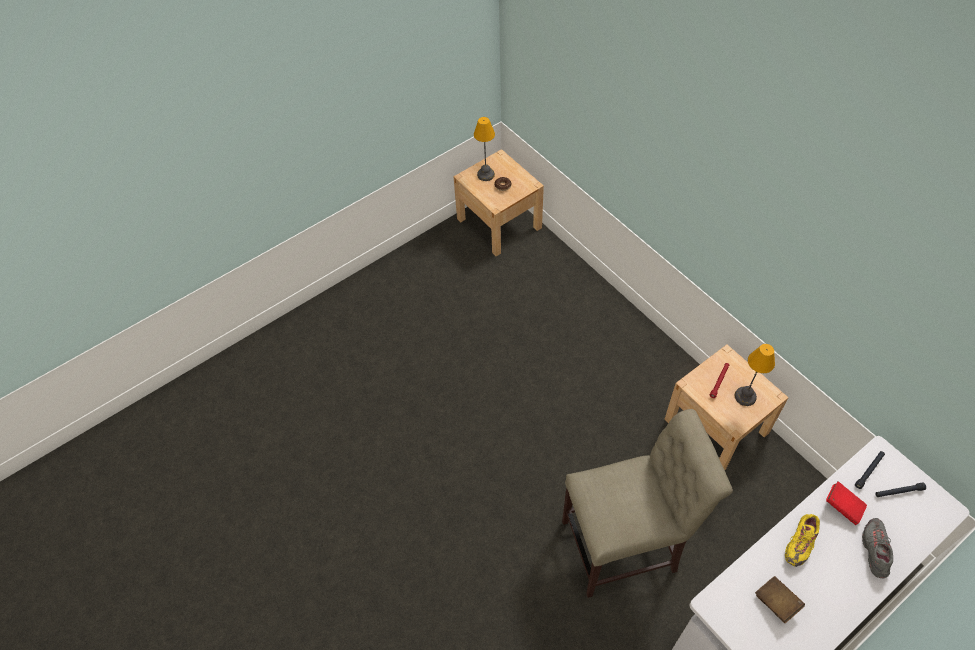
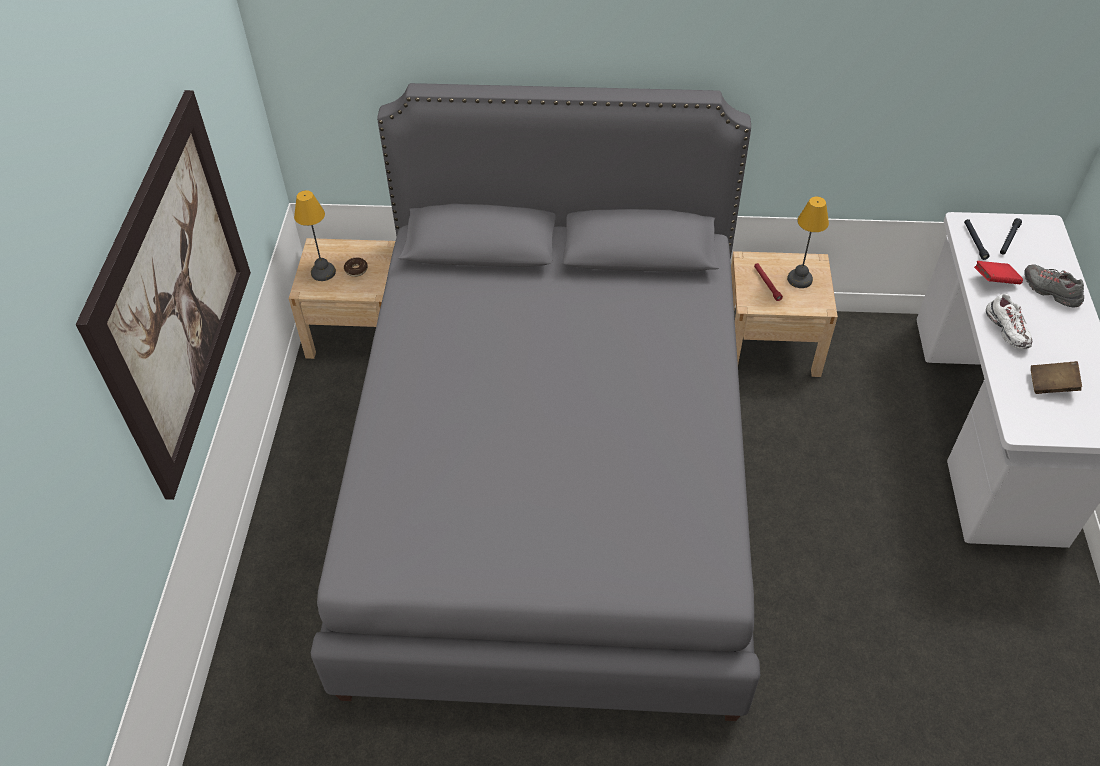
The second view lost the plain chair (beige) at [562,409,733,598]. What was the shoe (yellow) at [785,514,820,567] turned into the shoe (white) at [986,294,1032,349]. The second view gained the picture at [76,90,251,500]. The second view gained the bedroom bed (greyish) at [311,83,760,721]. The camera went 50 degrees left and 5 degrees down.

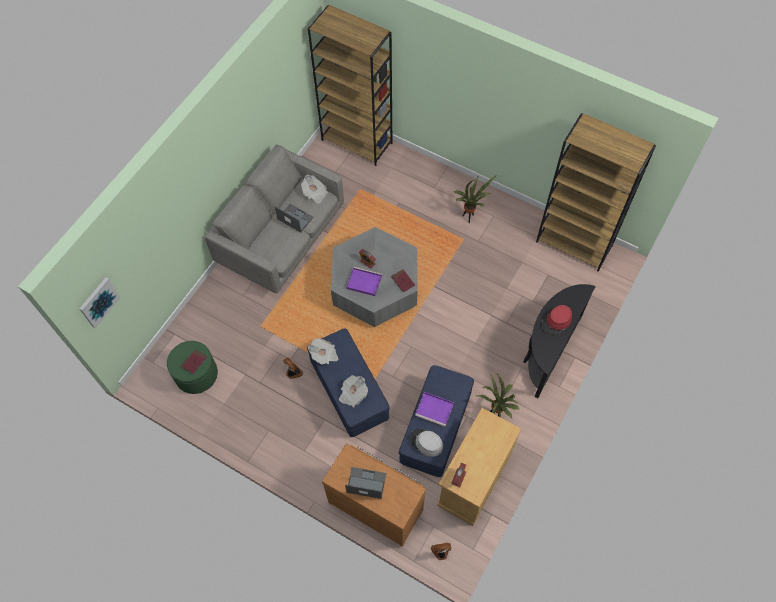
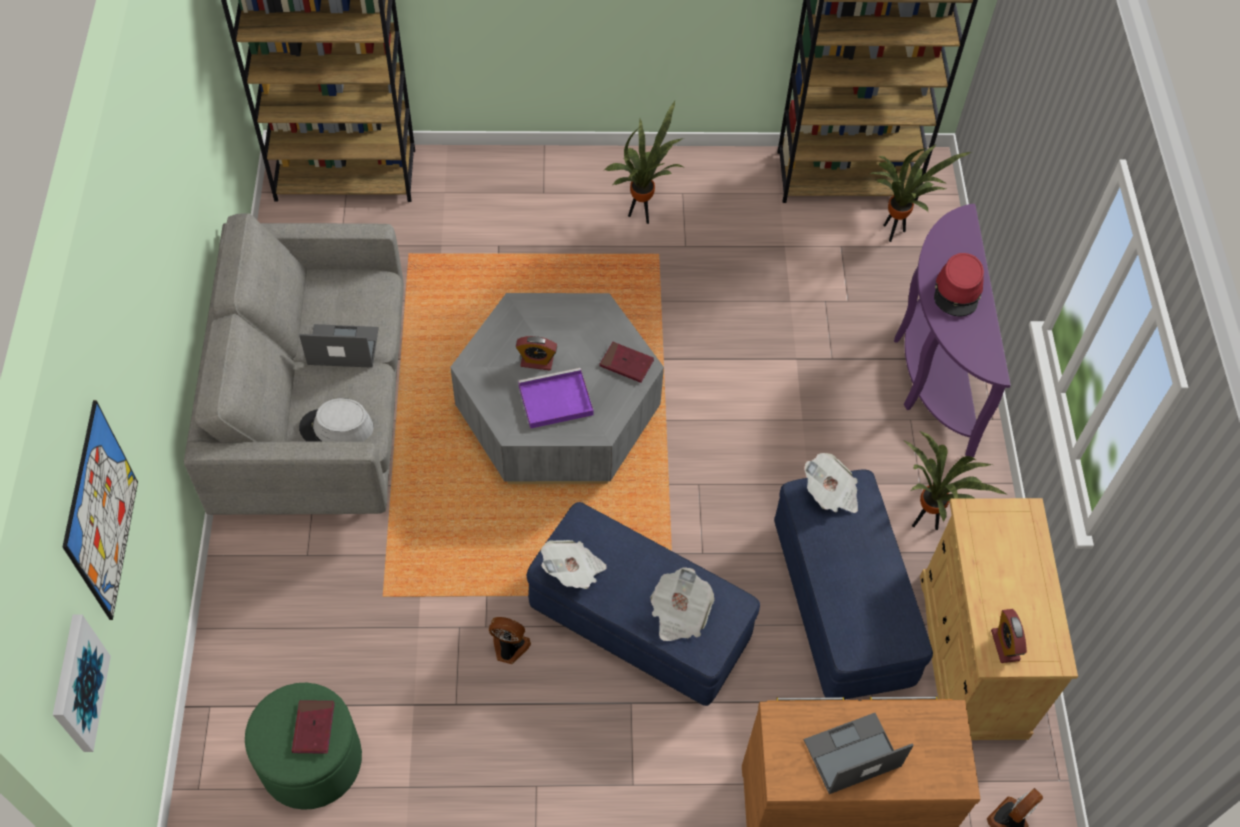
The printed paper ended up elsewhere, having gone from [301,175,328,204] to [805,453,858,513]. The clothing hat (greyish) ended up elsewhere, having gone from [409,429,443,457] to [299,398,374,442]. The second view lost the tray (purple) at [415,392,454,427]. What was the narrow table (black) at [523,284,596,398] turned into the narrow table (purple) at [894,204,1011,457]. The second view gained the picture at [63,400,138,620]. The second view gained the potted plant at [869,145,971,242]. The camera went 35 degrees left and 5 degrees down.

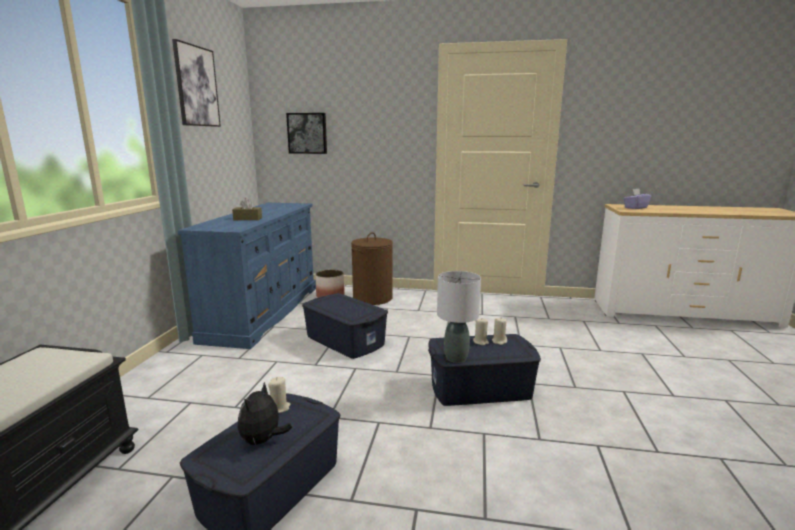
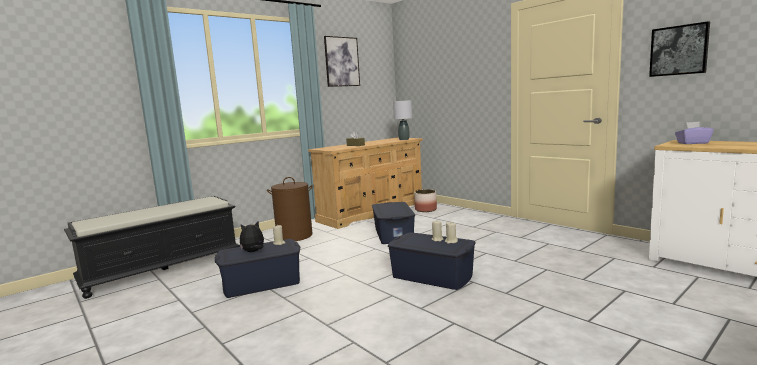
What was the drawer chest (blue) at [178,203,316,349] turned into the drawer chest (beige) at [308,138,422,229]. The picture ended up elsewhere, having gone from [286,113,327,154] to [649,21,710,77]. The laundry basket (brown-coloured) ended up elsewhere, having gone from [351,232,393,305] to [267,177,313,241]. The table lamp (greyish) ended up elsewhere, having gone from [437,271,481,363] to [393,100,412,140]. The camera went 40 degrees right and 5 degrees down.

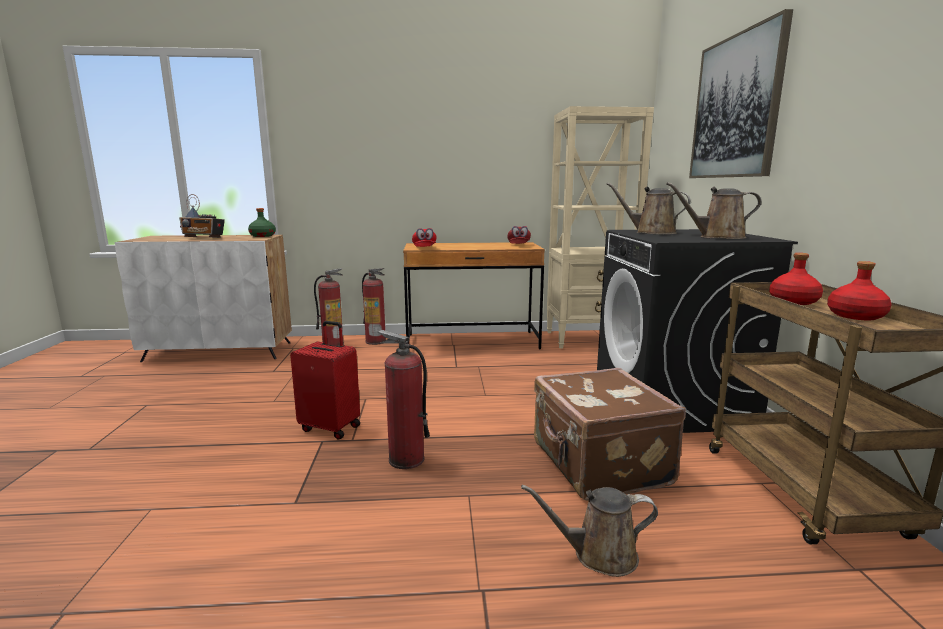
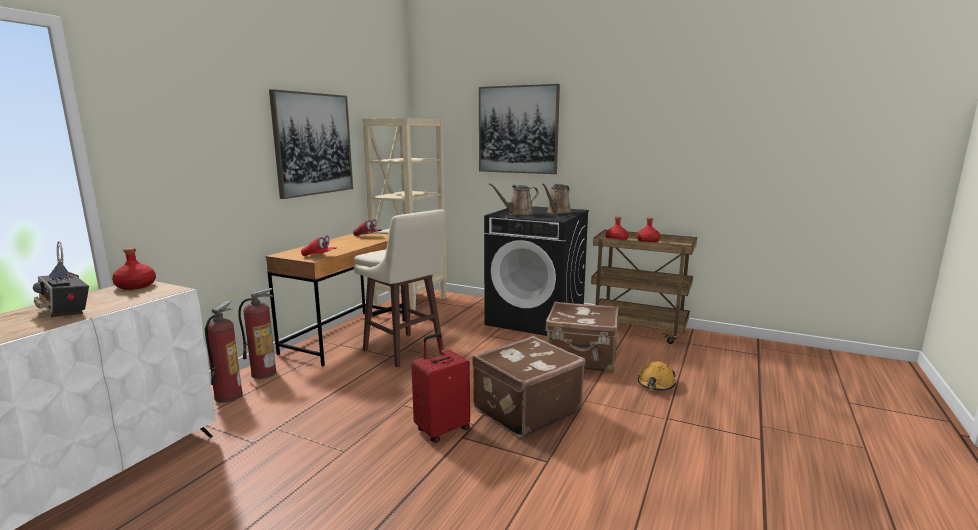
The radio at [179,194,225,238] ended up facing another way, 90 degrees clockwise from before. What was the drink bottle (green-coloured) at [248,208,276,237] turned into the drink bottle (red-coloured) at [112,248,156,290]. Where the extinguisher stood at [378,330,430,469], the travel case (brown-coloured) came to stand at [472,336,585,439]. Where the watering pot (brown-coloured) stood at [521,485,658,577], the hard hat (orange) came to stand at [638,361,676,391]. The second view gained the picture at [269,89,353,199]. The second view gained the stool seat (beige) at [354,209,445,367]. The camera went 60 degrees left and 0 degrees up.

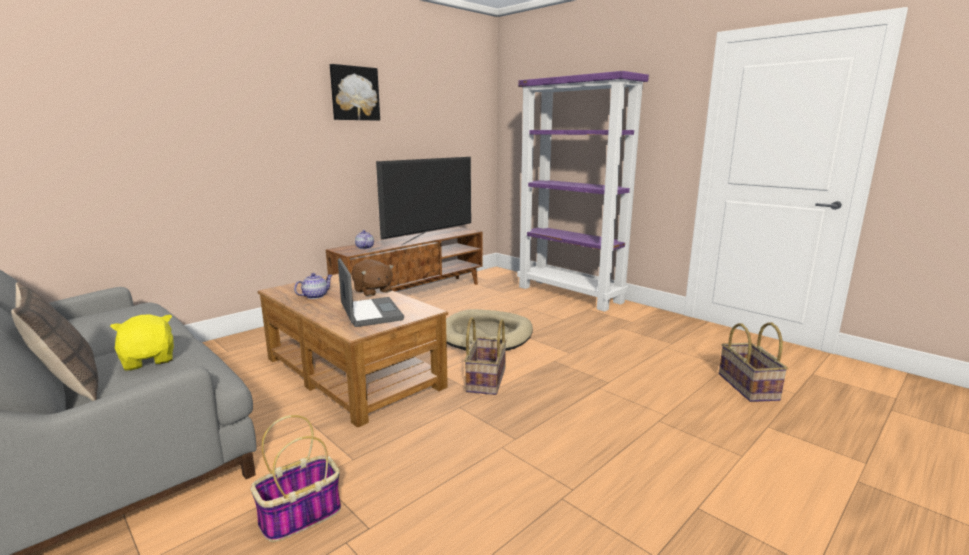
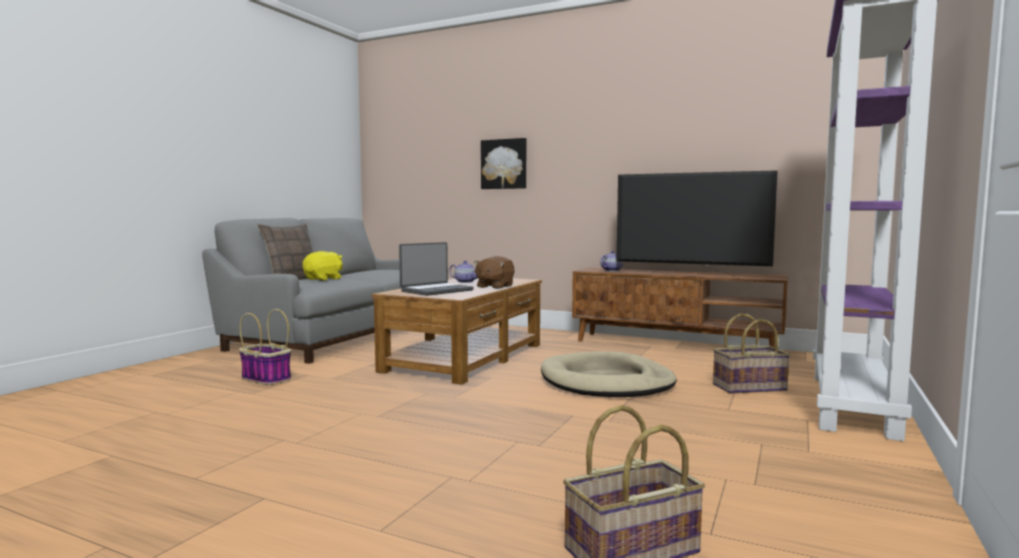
The picture ended up elsewhere, having gone from [330,64,380,121] to [481,138,526,189]. The basket ended up elsewhere, having gone from [464,317,507,395] to [713,313,791,394]. The camera went 70 degrees right and 10 degrees down.

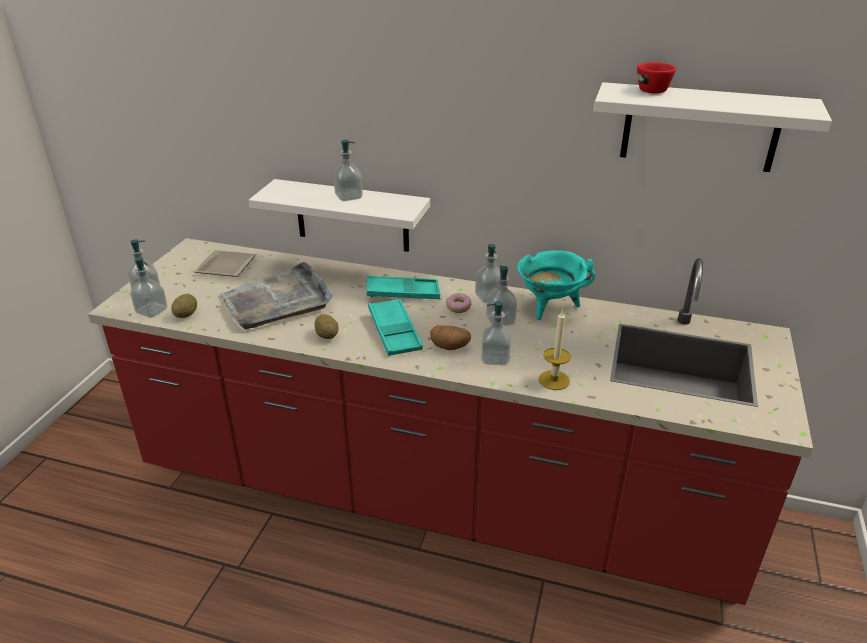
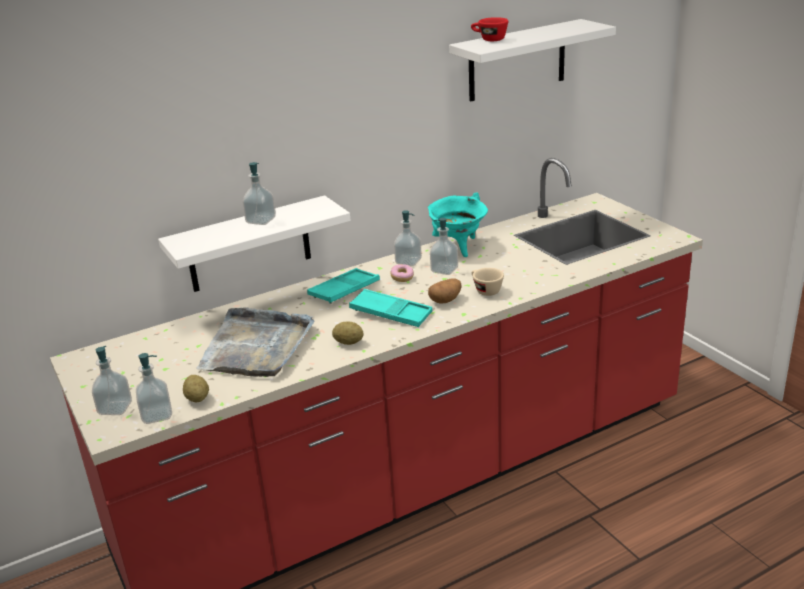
The second view lost the flat dish at [194,250,256,277]. Where the soap bottle stood at [481,301,511,365], the small cup (beige) came to stand at [472,268,504,296]. The second view lost the candle at [539,309,571,390]. The camera went 45 degrees left and 5 degrees down.

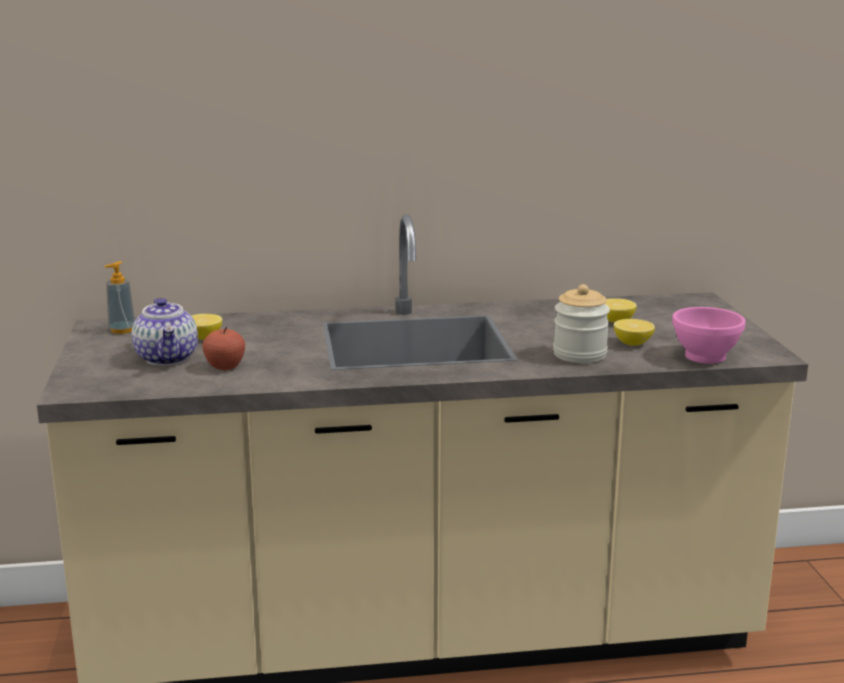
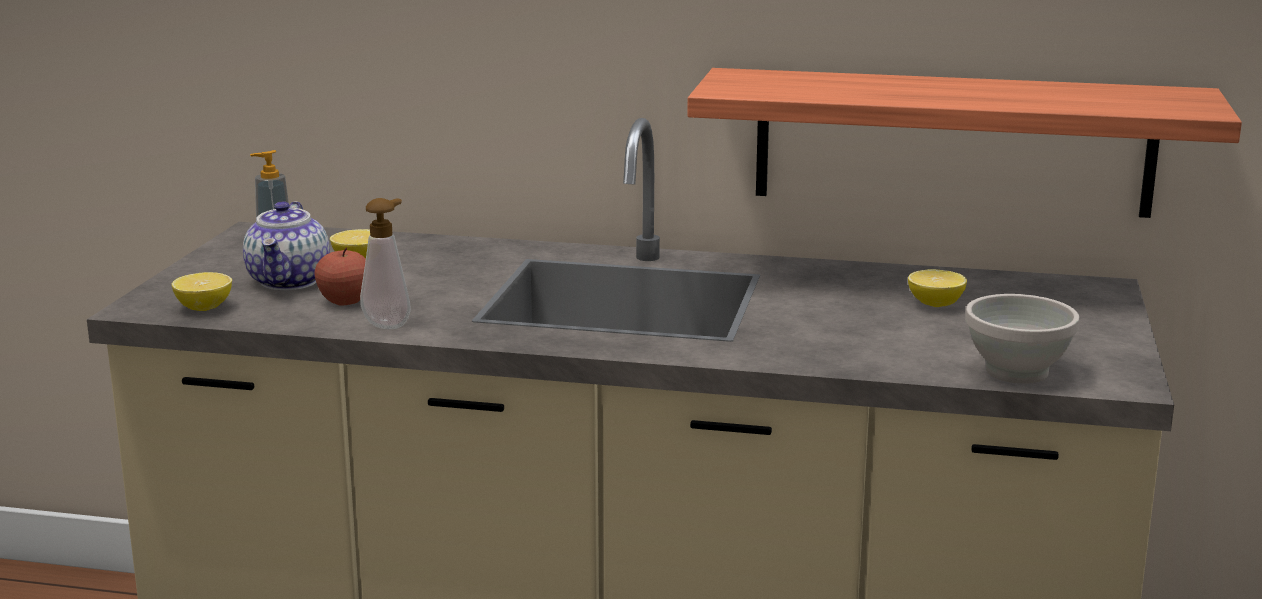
The second view lost the jar at [553,284,610,363]. The whole lemon ended up elsewhere, having gone from [614,319,655,346] to [172,272,232,311]. What was the deep dish (pinkish) at [672,307,746,364] turned into the deep dish (white) at [965,294,1079,384]. The second view gained the soap bottle at [360,198,411,329]. The second view gained the wall shelf at [687,68,1242,218]. The camera went 20 degrees right and 0 degrees up.

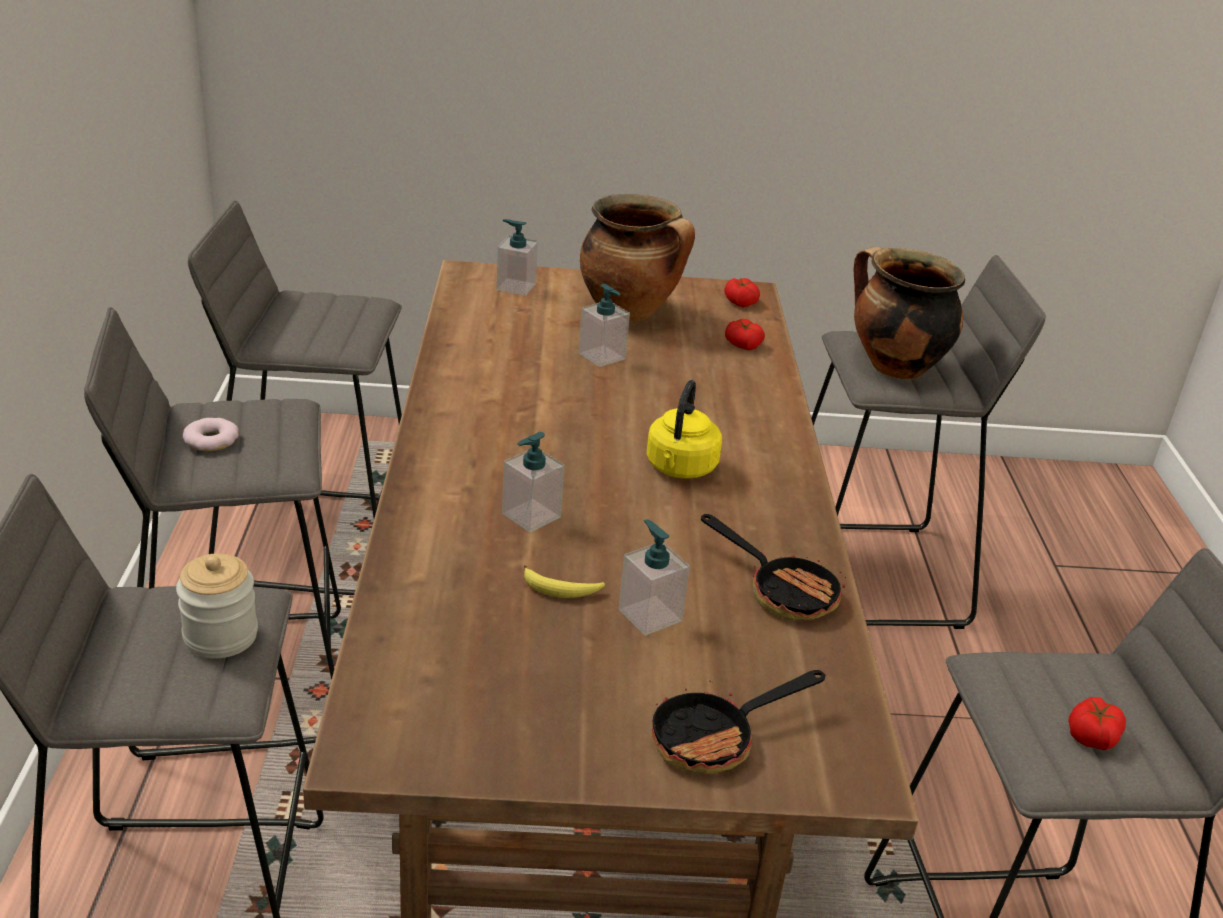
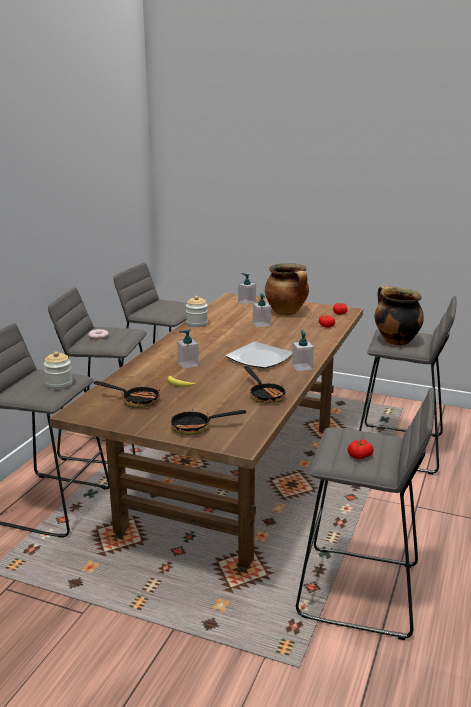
The soap bottle ended up elsewhere, having gone from [619,519,690,635] to [292,330,314,371]. Where the tea kettle (yellow) stood at [646,380,722,479], the flat dish came to stand at [226,341,292,368]. The second view gained the skillet at [93,381,160,408]. The second view gained the jar at [186,296,208,327]. The camera went 25 degrees right and 10 degrees down.

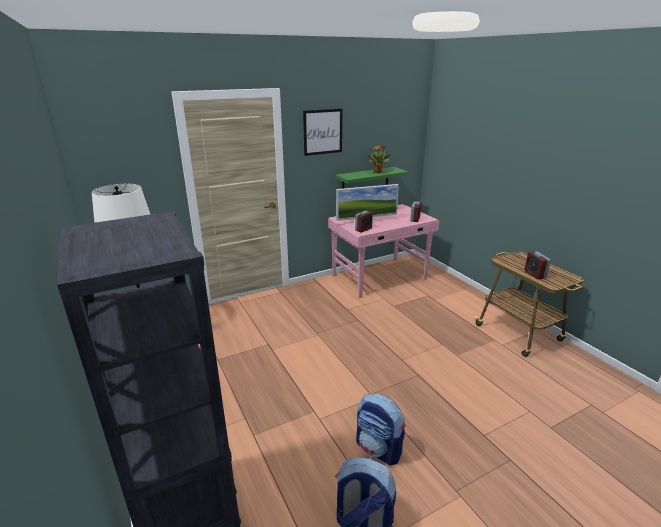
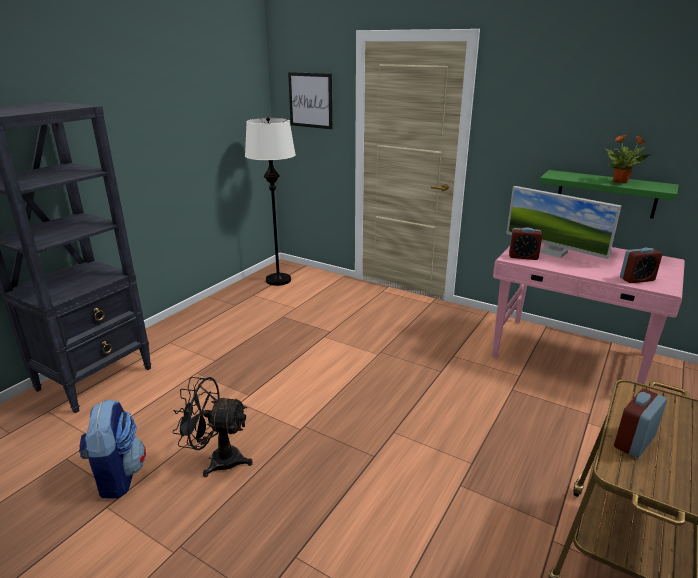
The picture ended up elsewhere, having gone from [303,109,342,156] to [288,72,332,129]. Where the rucksack stood at [356,393,406,465], the fan (black) came to stand at [172,377,253,477]. The camera went 60 degrees right and 0 degrees up.

